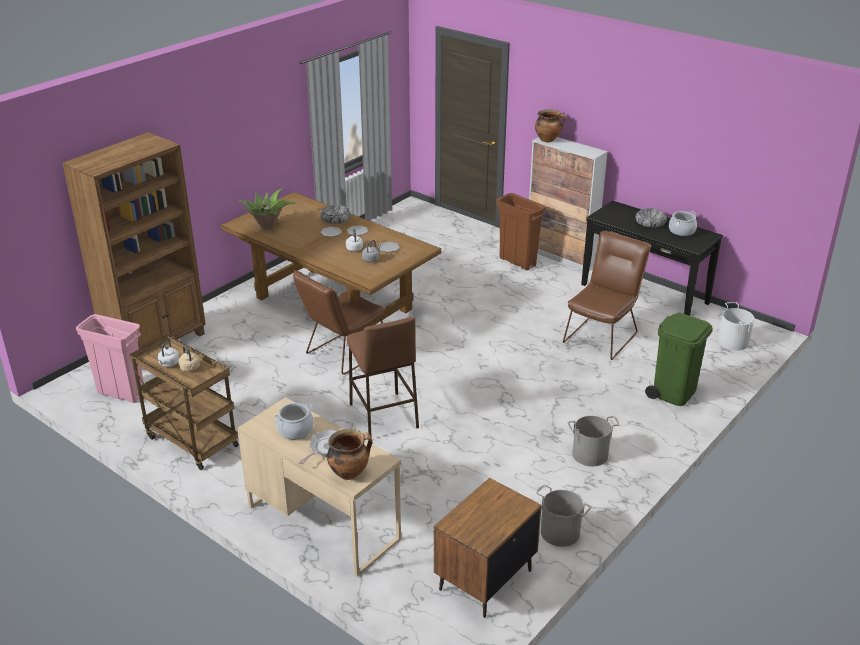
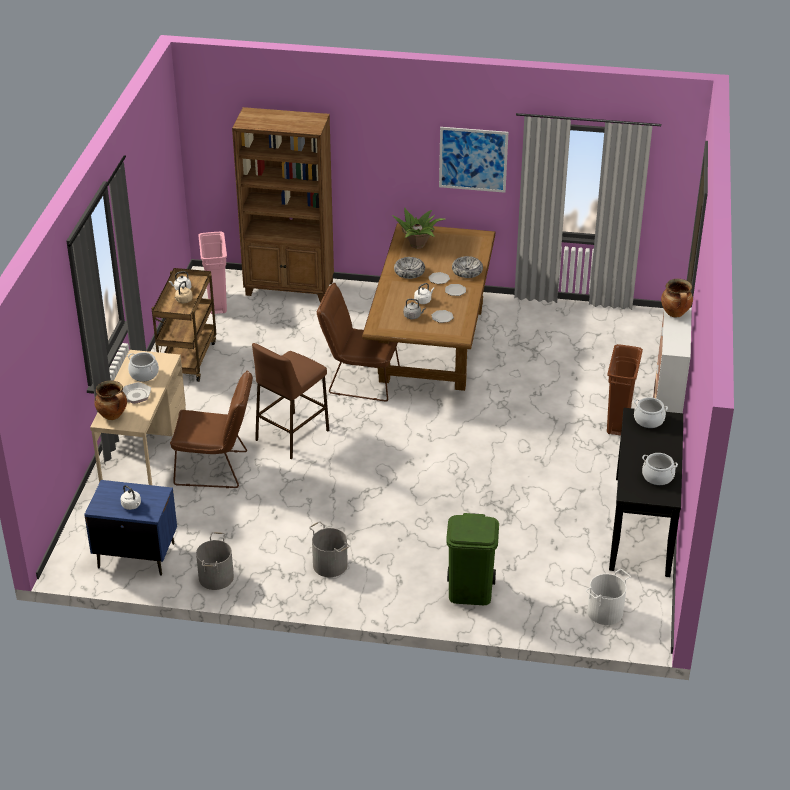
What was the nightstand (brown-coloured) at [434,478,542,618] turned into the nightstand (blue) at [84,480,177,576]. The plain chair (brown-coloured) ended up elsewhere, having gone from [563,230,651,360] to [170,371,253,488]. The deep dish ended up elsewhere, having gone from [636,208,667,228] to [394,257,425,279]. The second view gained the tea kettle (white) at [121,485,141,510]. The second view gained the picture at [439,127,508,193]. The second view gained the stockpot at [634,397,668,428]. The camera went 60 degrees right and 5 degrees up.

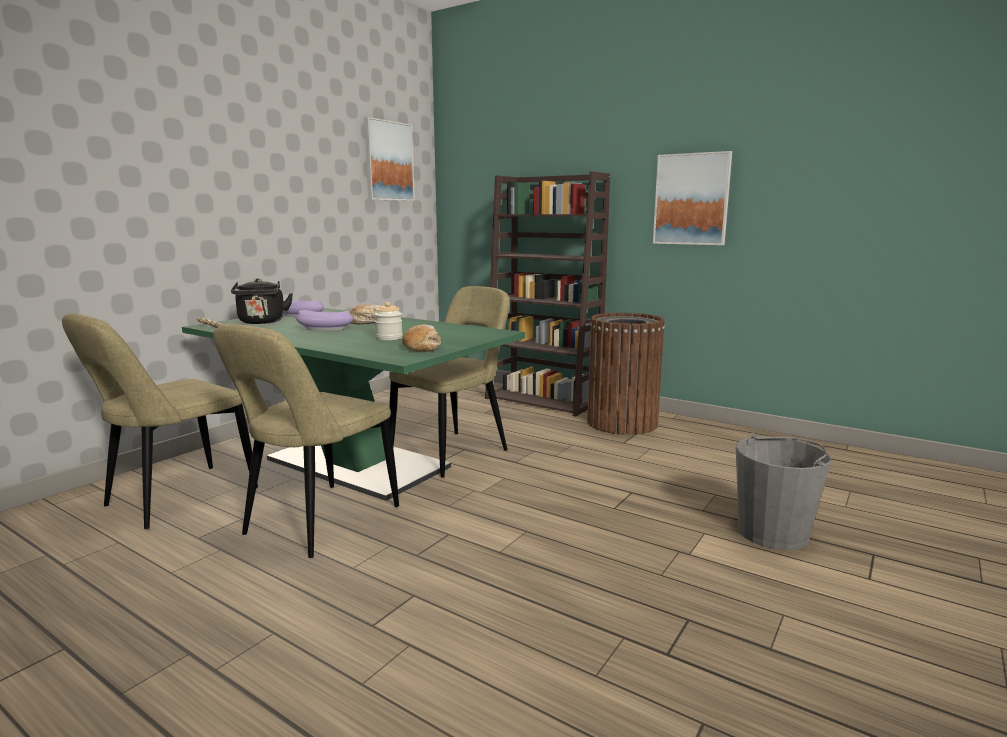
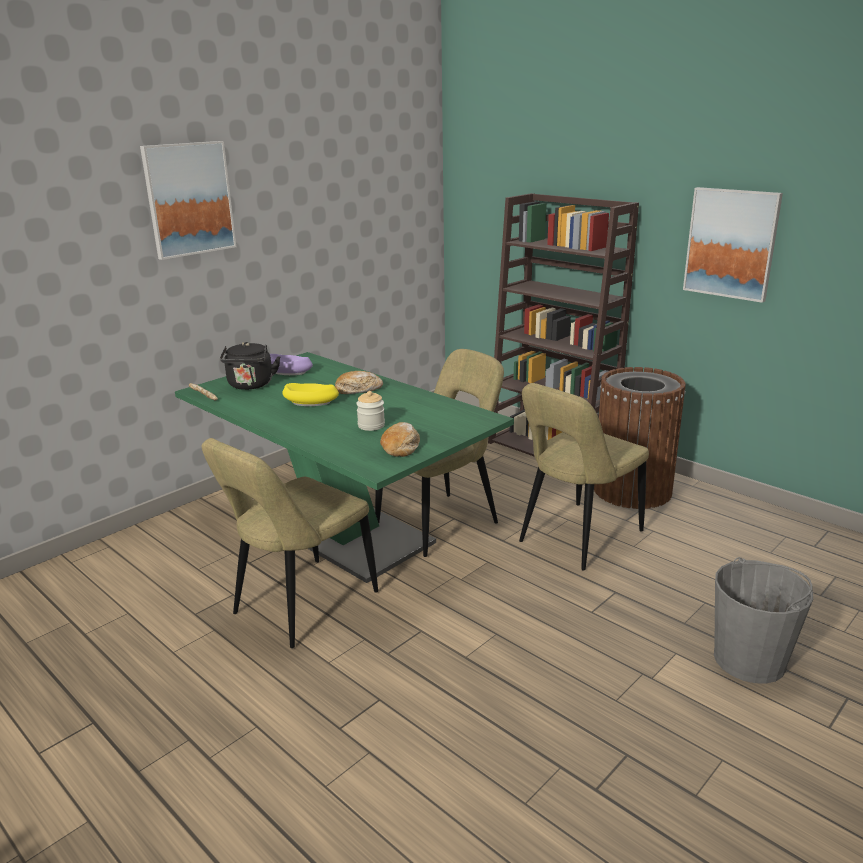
The plain chair (beige) ended up elsewhere, having gone from [62,313,258,529] to [519,383,649,570]. What was the deep dish (purple) at [296,310,353,331] turned into the deep dish (yellow) at [282,383,339,406]. The picture ended up elsewhere, having gone from [364,117,415,201] to [140,141,236,260]. The camera went 10 degrees right and 10 degrees up.

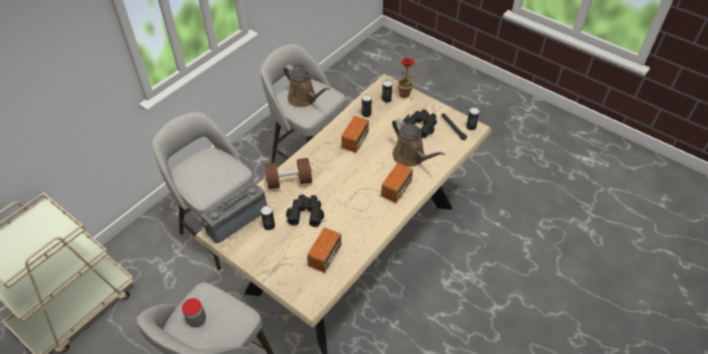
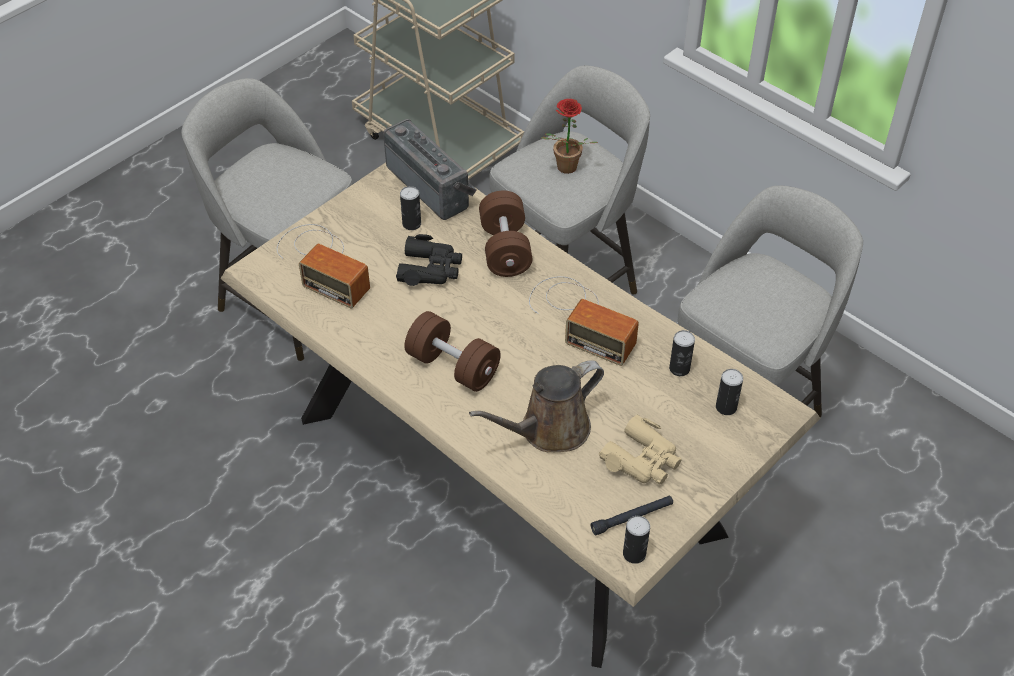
The second view lost the jar at [182,298,206,327]. The second view lost the watering pot (brown-coloured) at [283,65,330,107]. Where the radio stood at [346,163,413,219], the free weight (brown-coloured) came to stand at [404,311,500,392]. The potted plant ended up elsewhere, having gone from [397,57,420,98] to [541,99,599,174]. What was the field glasses (black) at [403,109,437,138] turned into the field glasses (beige) at [599,414,682,484]. The camera went 95 degrees right and 0 degrees up.

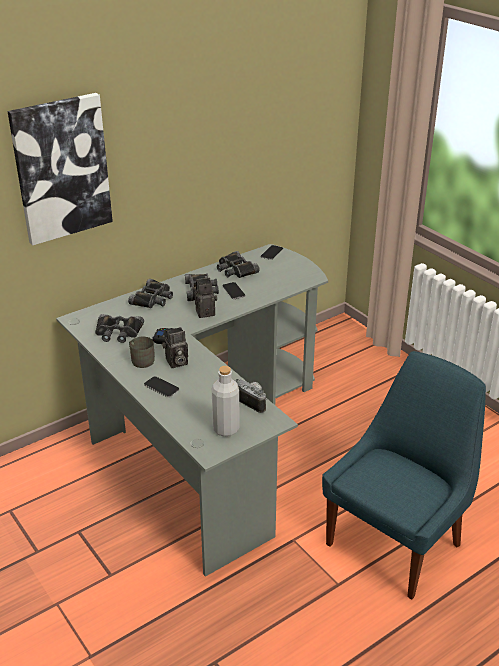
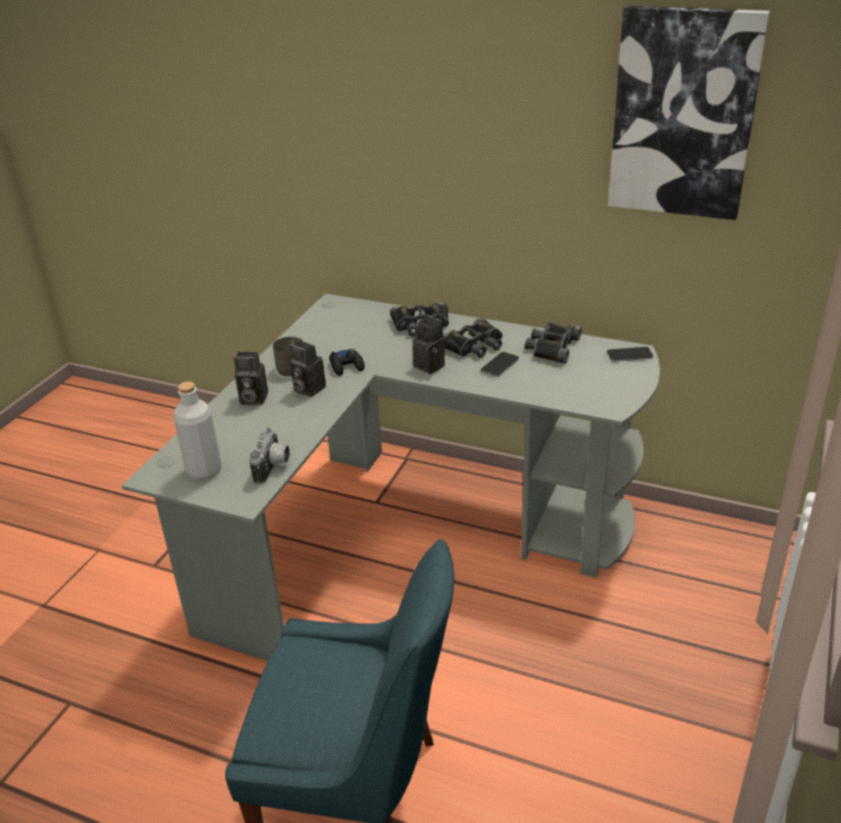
The picture ended up elsewhere, having gone from [8,93,113,245] to [608,5,770,220]. The second view lost the field glasses (black) at [95,314,144,343]. Where the handset stood at [144,376,179,397], the photo camera came to stand at [233,352,268,405]. The camera went 60 degrees right and 0 degrees up.

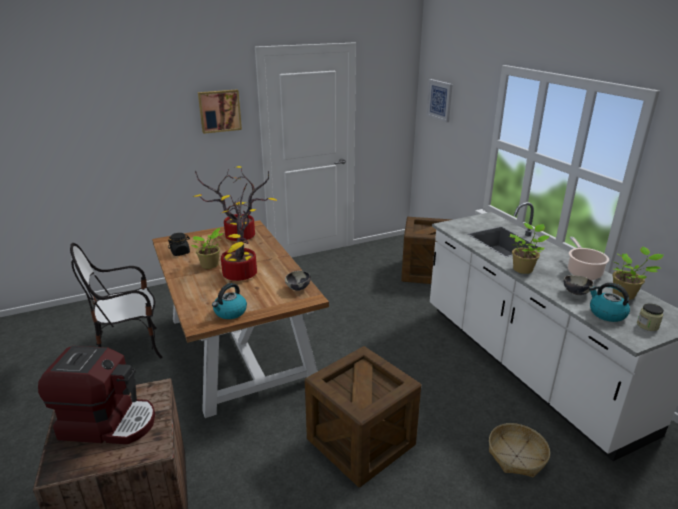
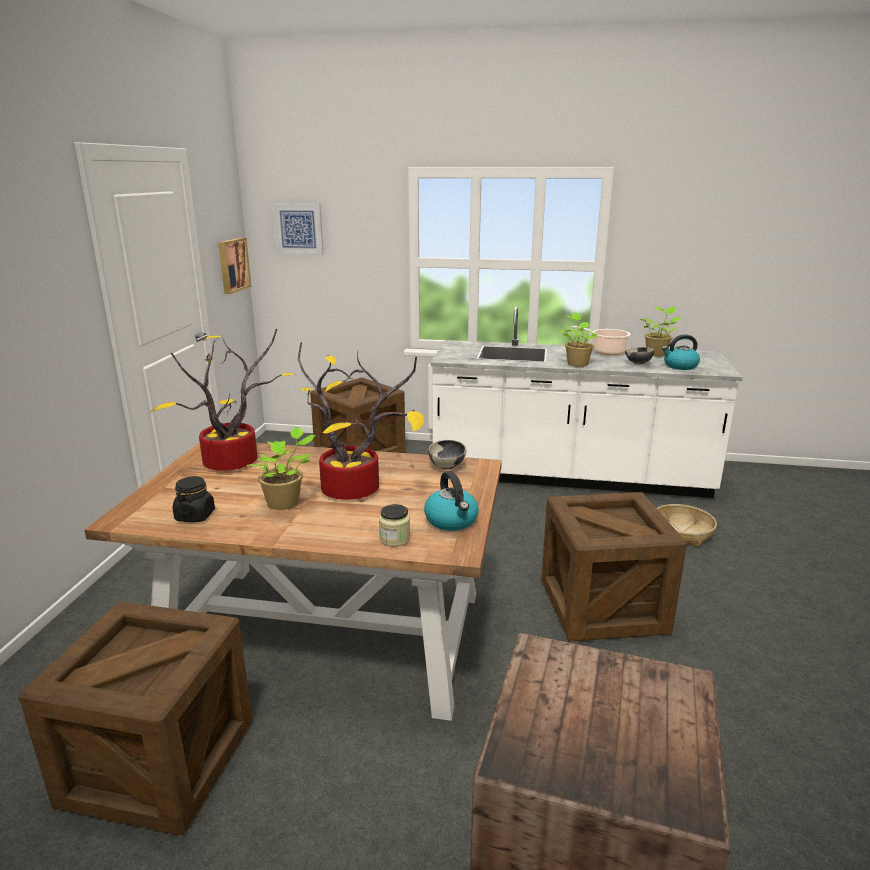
The second view lost the coffee brewer at [38,346,155,444]. Where the plain chair stood at [70,243,162,358], the crate came to stand at [19,601,252,835]. The picture ended up elsewhere, having gone from [198,90,242,134] to [218,238,251,294]. The jar ended up elsewhere, having gone from [637,303,664,331] to [379,504,410,547]. The camera went 55 degrees left and 5 degrees down.

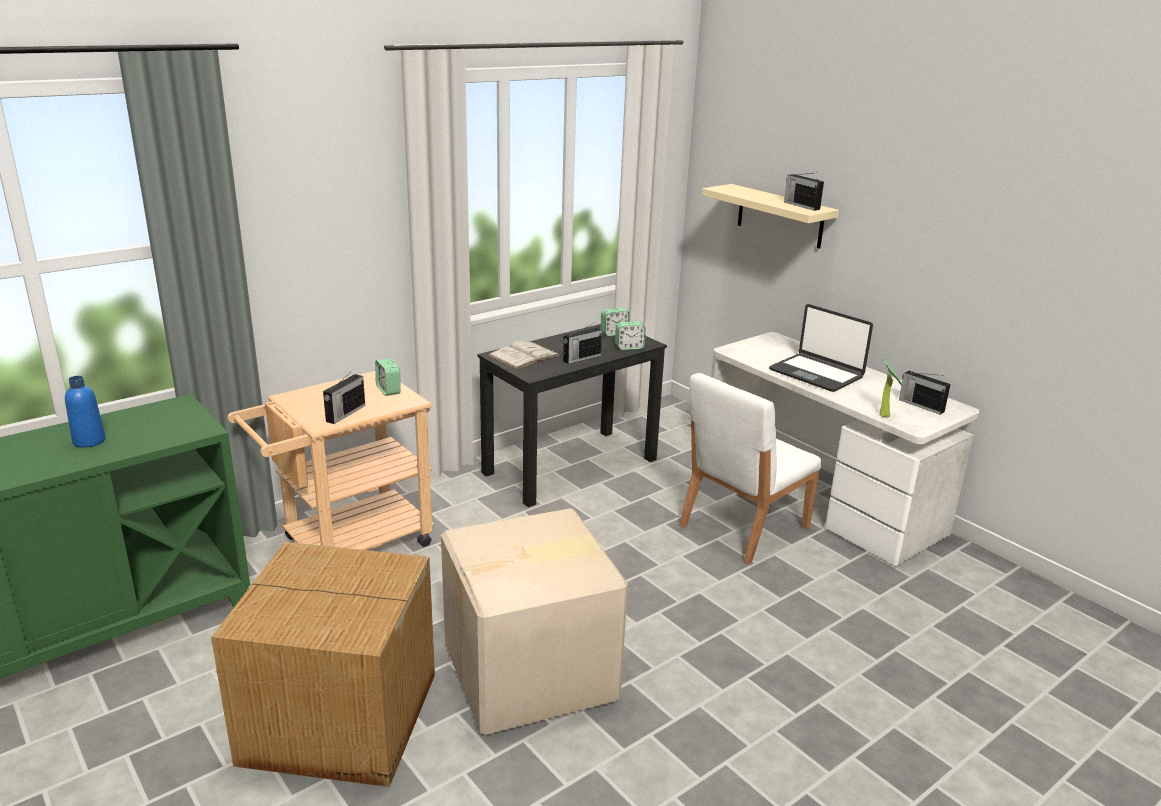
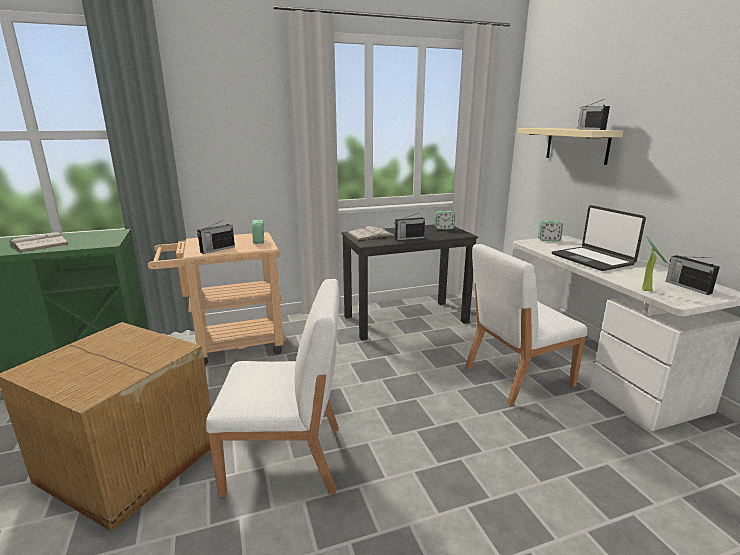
Where the drink bottle (blue) stood at [65,376,106,448], the bound book (white) came to stand at [10,231,69,252]. Where the packing box stood at [441,508,628,735], the plain chair (white) came to stand at [206,279,339,497]. The alarm clock ended up elsewhere, having gone from [615,321,646,350] to [538,221,563,241]. The camera went 20 degrees right and 5 degrees down.

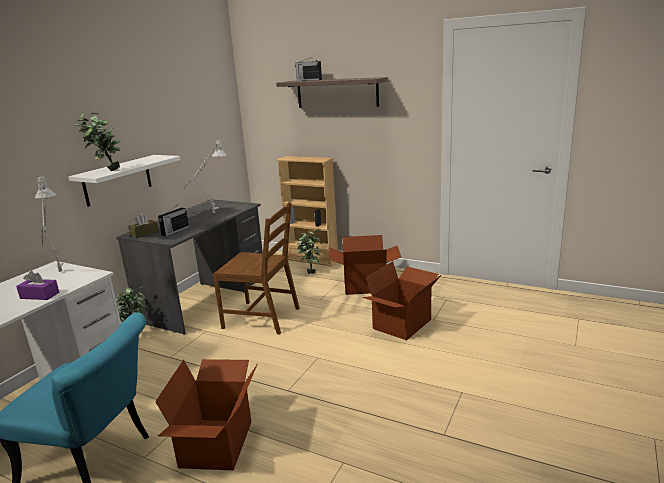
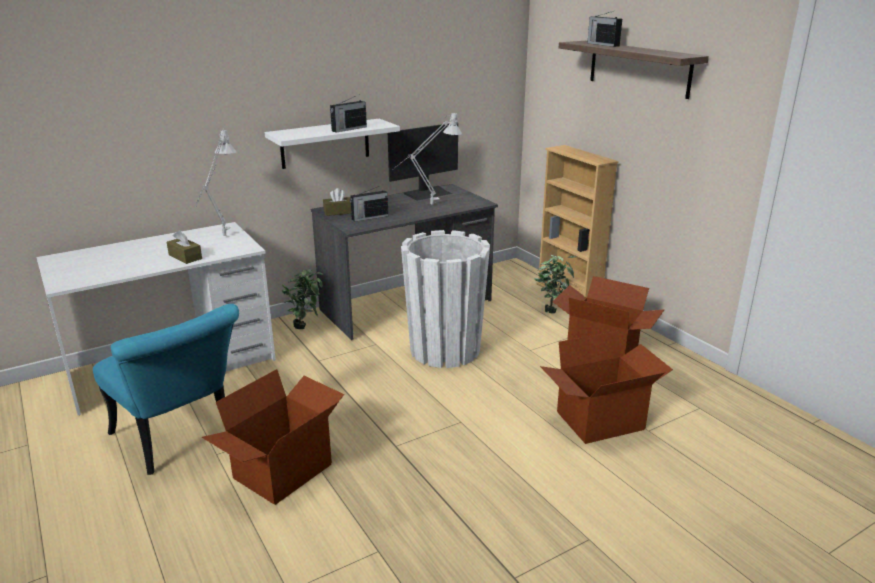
What was the tissue box (purple) at [16,271,59,300] turned into the tissue box (brown-coloured) at [167,230,202,264]. The second view lost the potted plant at [75,113,121,171]. Where the plain chair (brown-coloured) stood at [213,202,300,334], the planter (white) came to stand at [401,230,490,368]. The second view gained the radio at [330,96,367,133]. The second view gained the computer screen at [388,123,458,201]. The camera went 30 degrees right and 5 degrees up.

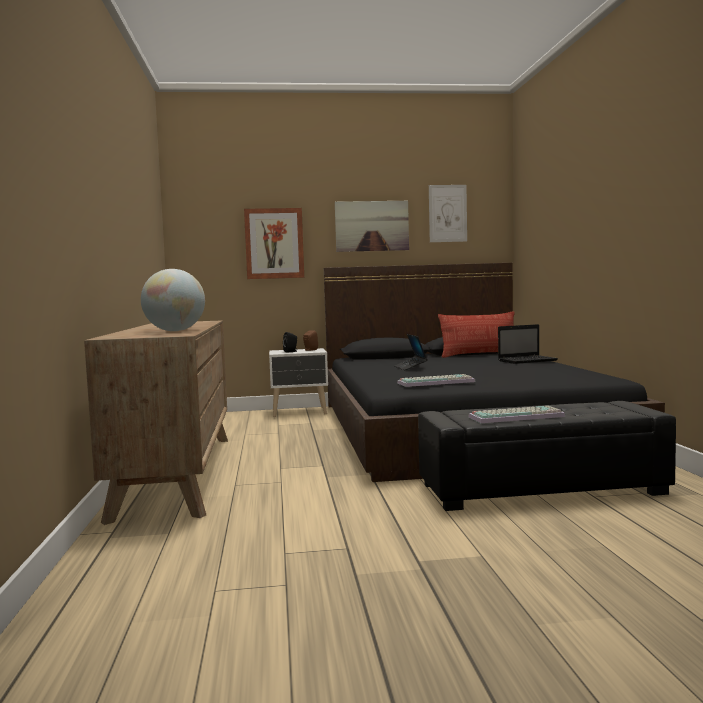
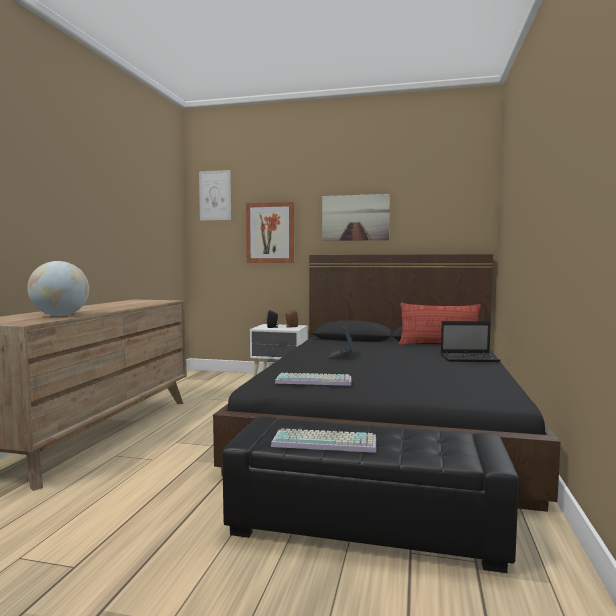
The picture ended up elsewhere, having gone from [429,185,467,242] to [199,170,231,221]. The camera went 20 degrees right and 0 degrees up.

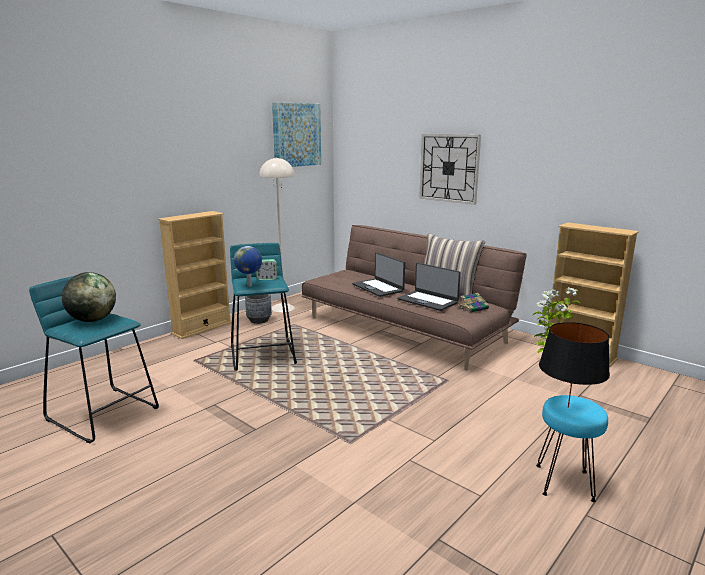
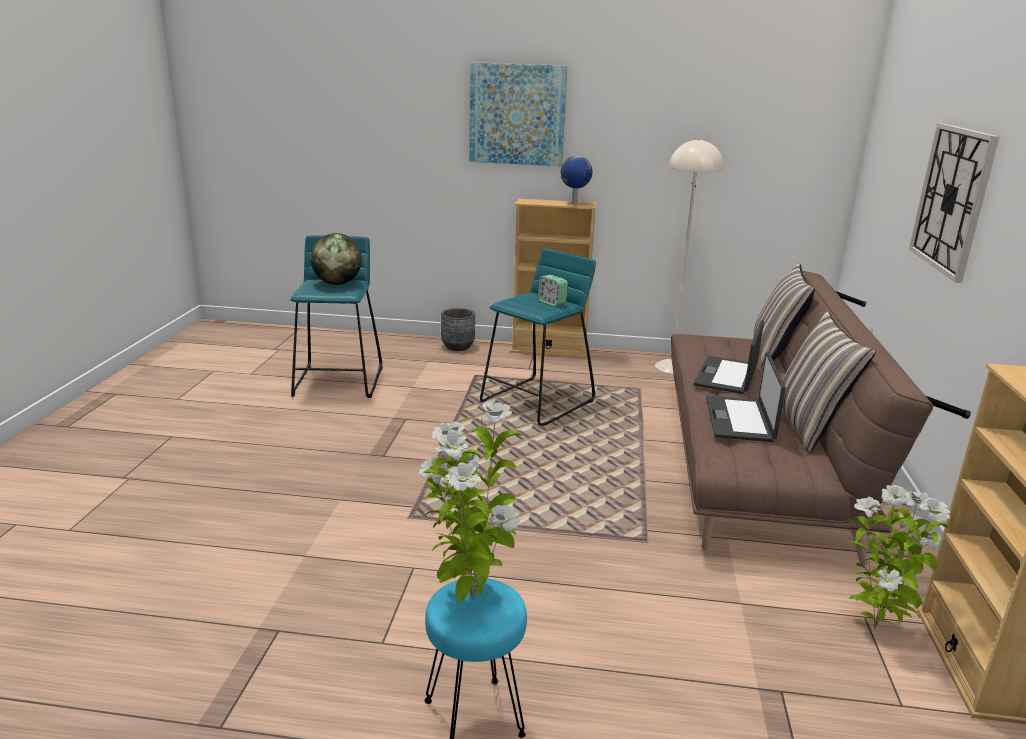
The desk globe ended up elsewhere, having gone from [234,246,262,287] to [561,155,592,204]. The planter (greyish) ended up elsewhere, having gone from [245,294,272,324] to [441,308,475,351]. The picture ended up elsewhere, having gone from [272,102,321,167] to [469,62,567,166]. The second view lost the bound book at [459,293,489,313]. Where the table lamp (black) stood at [539,322,610,408], the potted plant came to stand at [418,403,521,602]. The second view gained the throw pillow at [753,263,815,369]. The camera went 55 degrees right and 5 degrees up.

